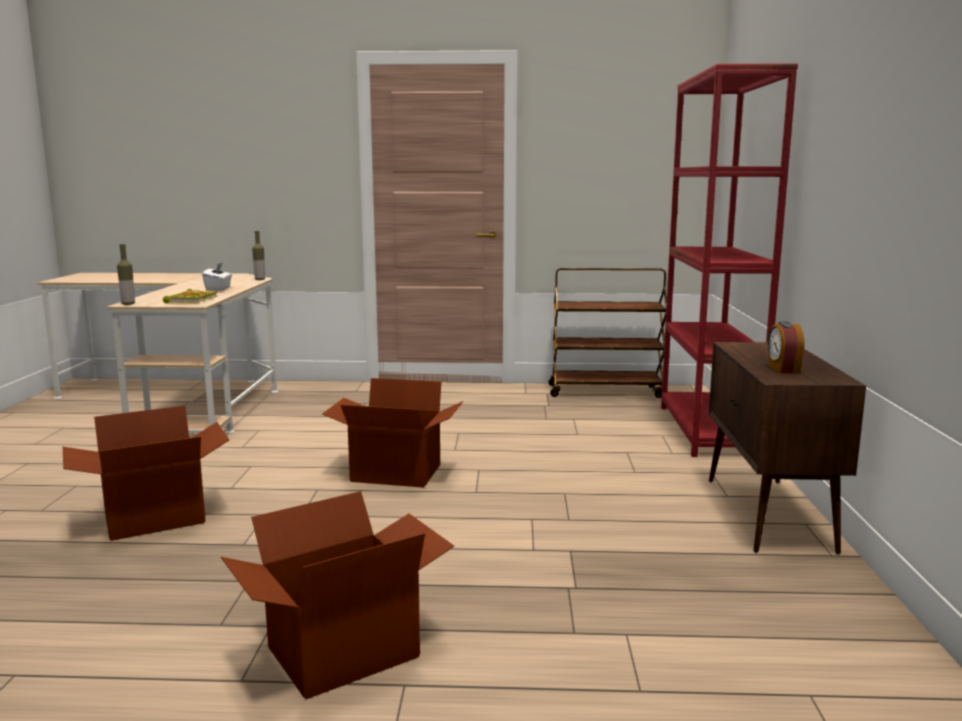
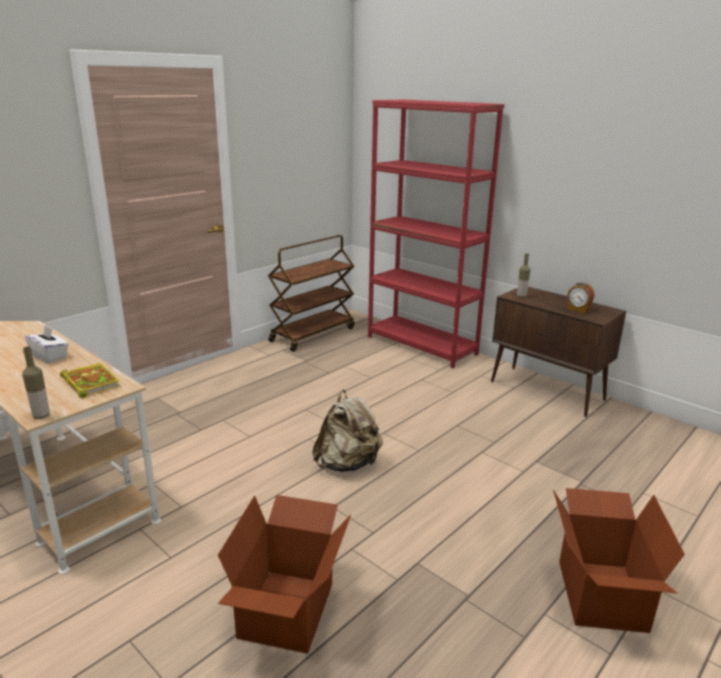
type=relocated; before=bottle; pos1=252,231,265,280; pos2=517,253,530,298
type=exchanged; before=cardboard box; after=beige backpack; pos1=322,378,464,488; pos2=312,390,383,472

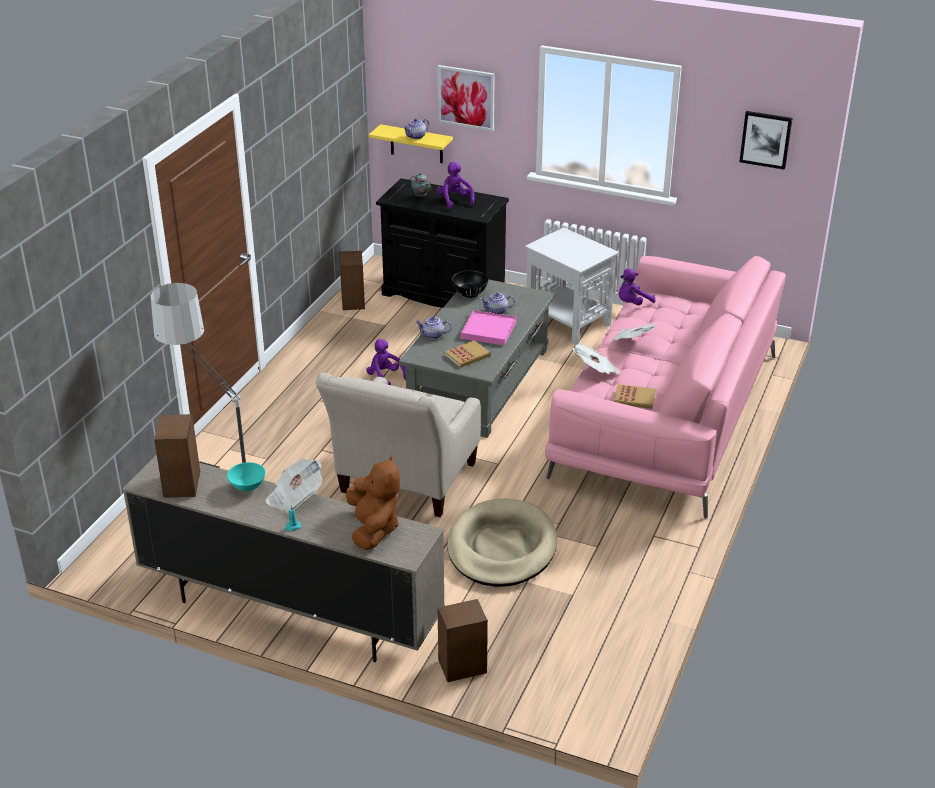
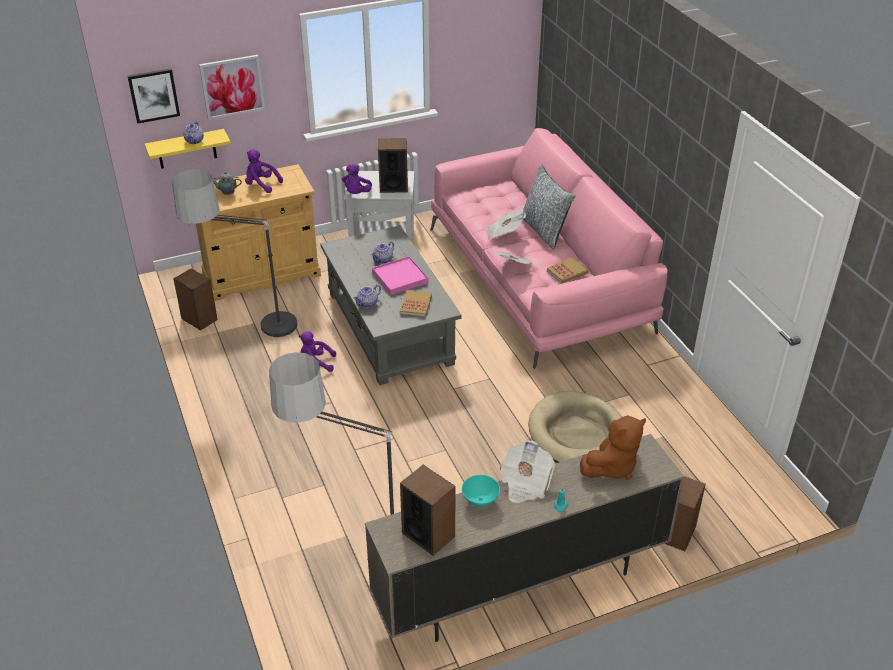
type=missing; before=beige armchair; pos1=316,373,481,517
type=spun; before=brown plush toy; pos1=346,456,400,550; pos2=580,415,646,479; turn=105
type=colour; before=black cabinet; after=beige cabinet; pos1=376,178,509,308; pos2=196,164,321,301
type=missing; before=black bowl; pos1=452,270,488,298
type=relocated; before=purple plush toy; pos1=619,269,656,305; pos2=342,164,372,194
type=relocated; before=picture; pos1=739,111,792,170; pos2=127,69,180,124
type=appeared; after=floor lamp; pos2=172,170,300,344
type=appeared; after=speaker; pos2=378,138,408,193
type=appeared; after=pillow; pos2=523,164,575,250

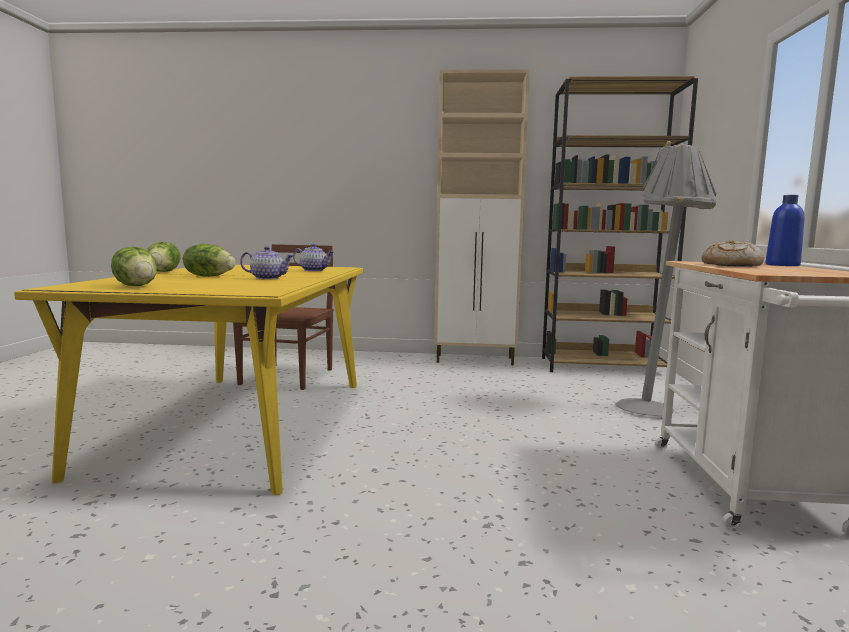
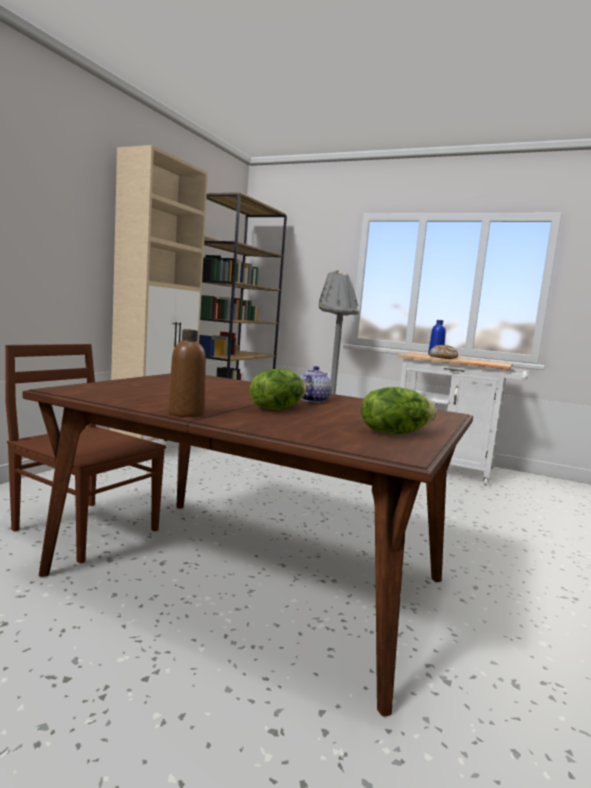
type=colour; before=yellow dining table; after=brown dining table; pos1=14,265,363,496; pos2=22,373,473,717
type=exchanged; before=lettuce; after=brown bottle; pos1=147,242,181,272; pos2=168,329,206,417
type=missing; before=teapot; pos1=293,244,334,271

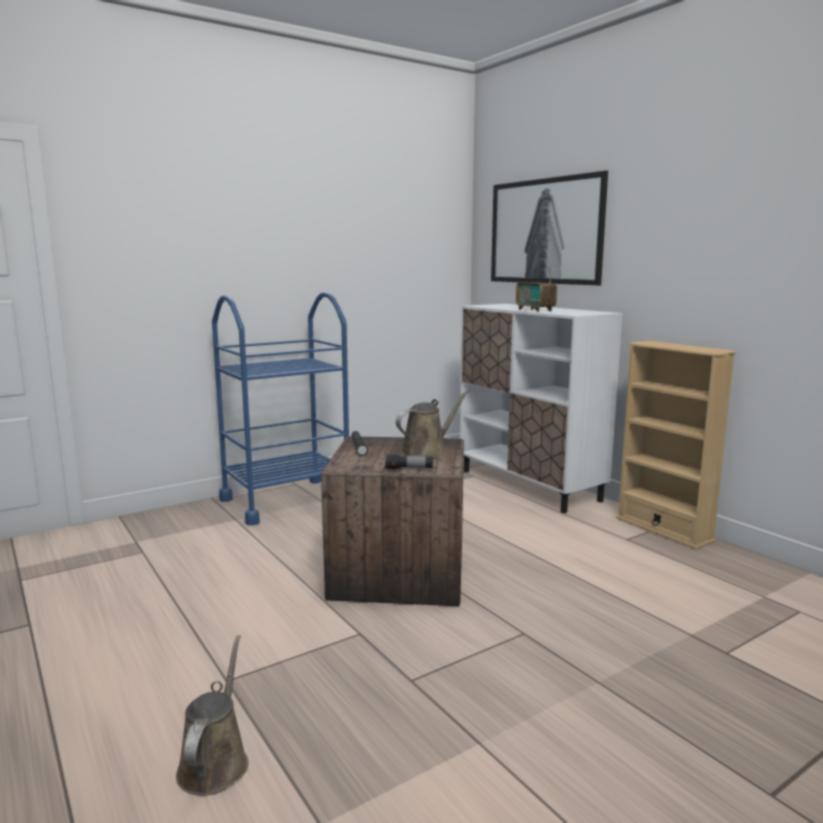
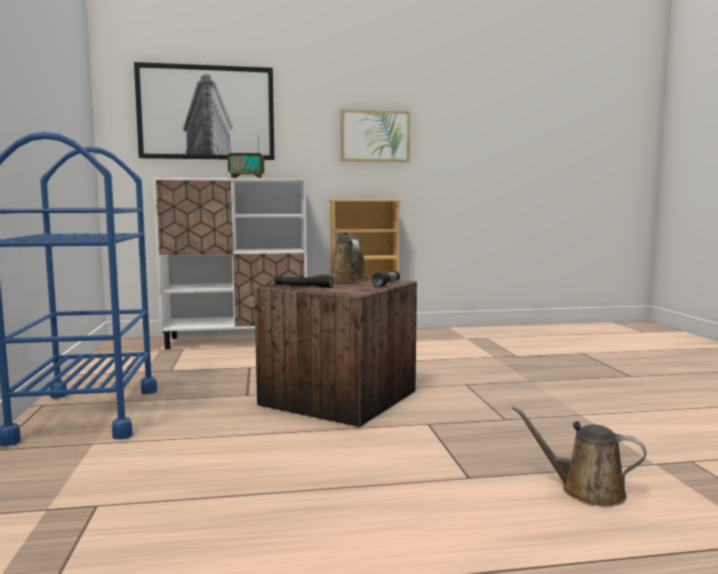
type=appeared; after=picture; pos2=341,109,410,162

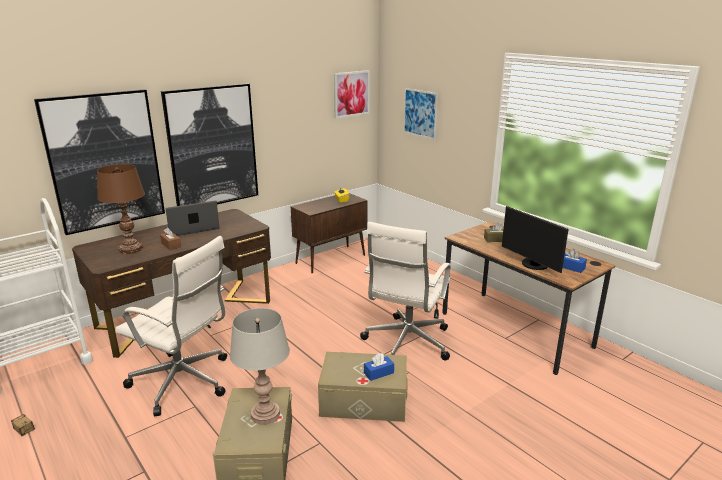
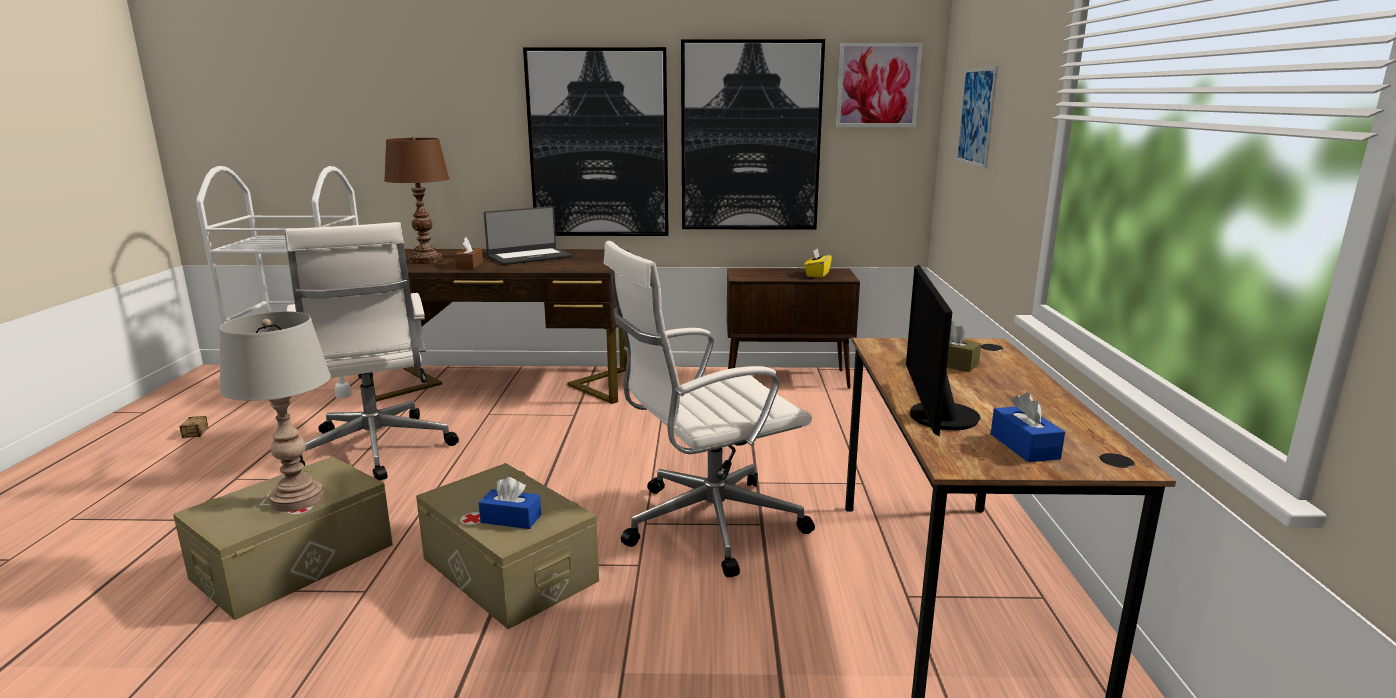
type=relocated; before=picture; pos1=34,89,165,235; pos2=681,39,825,230
type=spun; before=laptop; pos1=165,201,219,236; pos2=484,206,572,265; turn=135

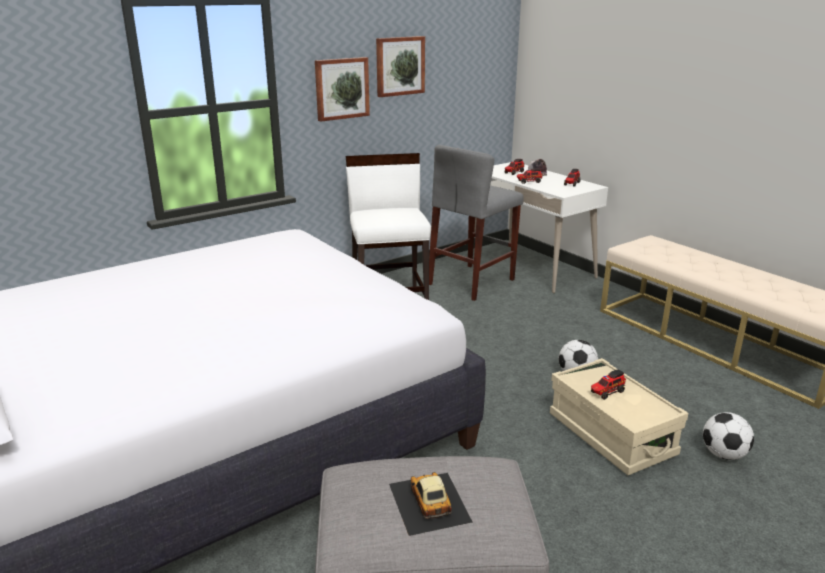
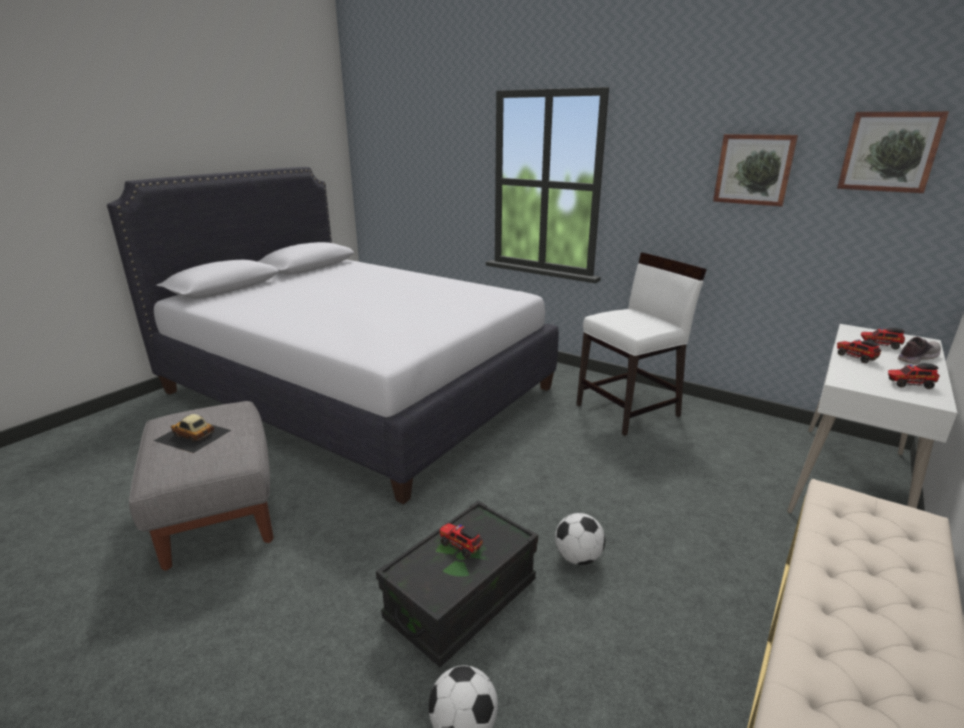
type=relocated; before=picture; pos1=315,57,370,122; pos2=837,111,949,193
type=spun; before=toy car; pos1=389,472,472,536; pos2=154,414,231,453; turn=-120
type=missing; before=grey stool; pos1=429,145,524,301
type=colour; before=beige storage box; after=black storage box; pos1=550,358,688,475; pos2=376,501,538,667

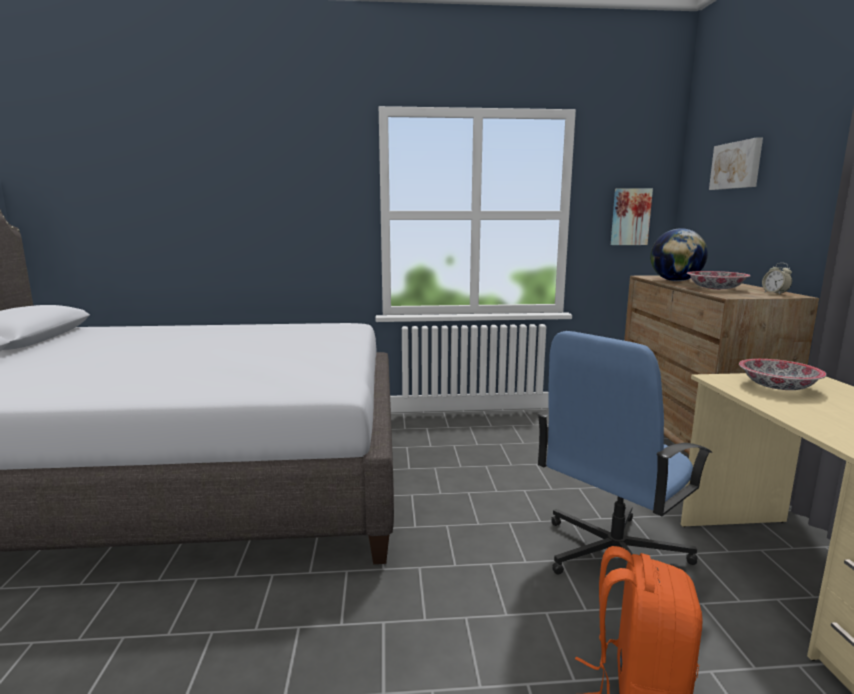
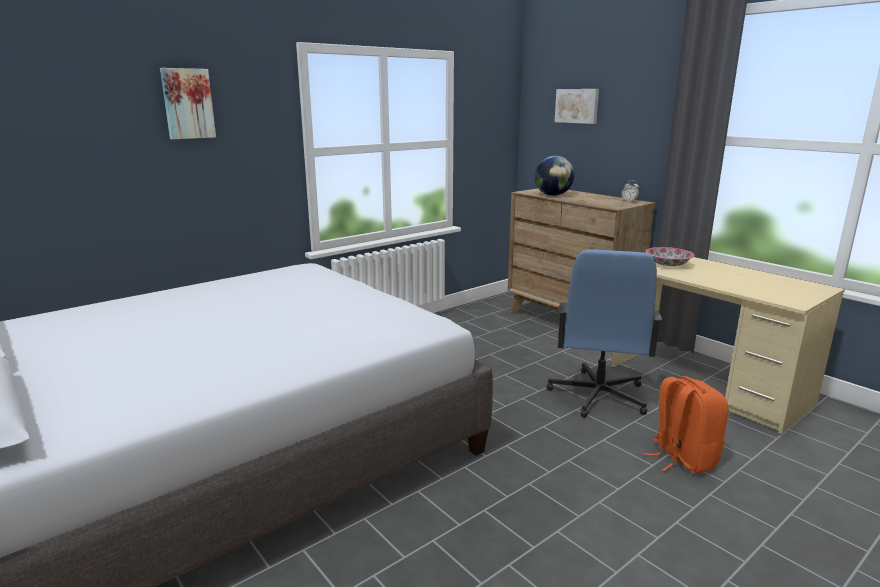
type=relocated; before=picture; pos1=611,188,653,245; pos2=160,68,216,139
type=missing; before=bowl; pos1=687,271,750,290

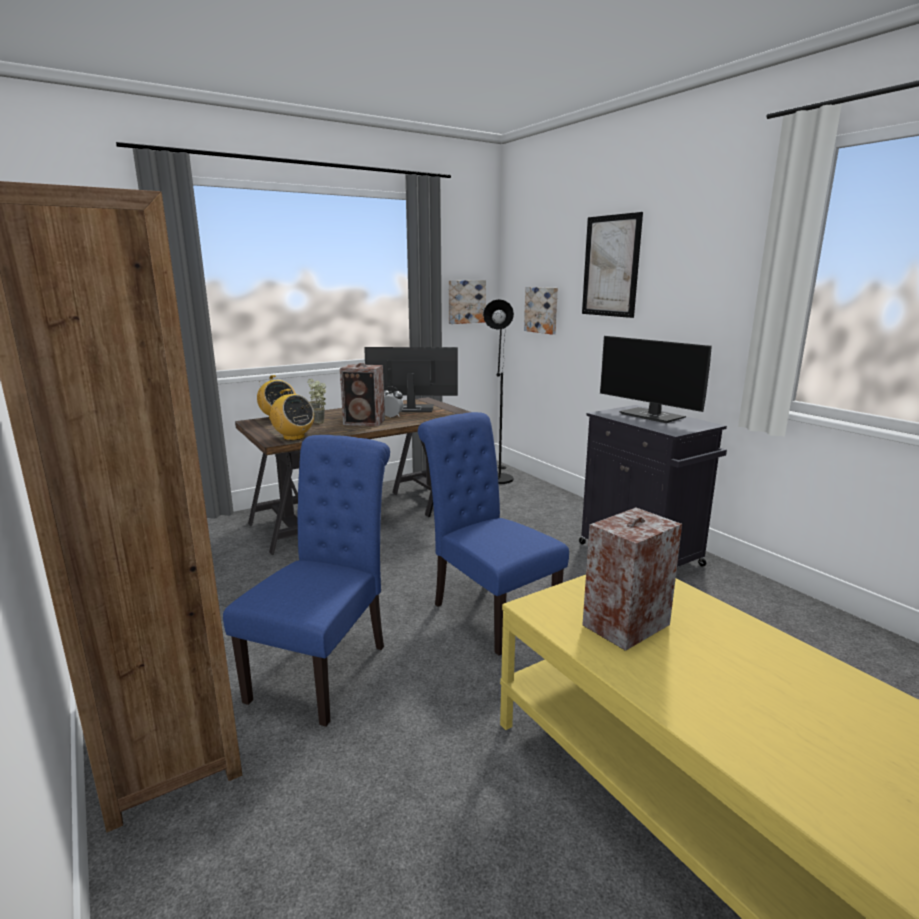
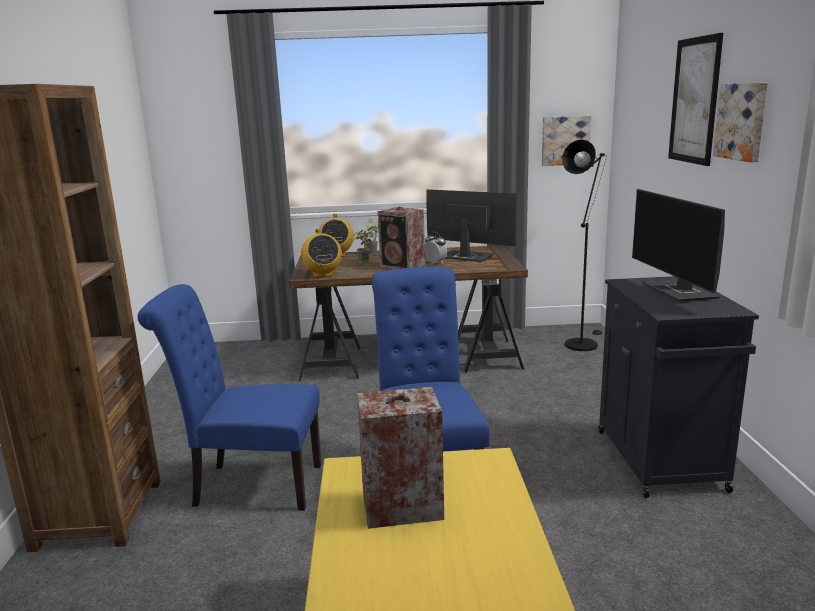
type=spun; before=blue chair; pos1=223,435,390,726; pos2=137,284,321,511; turn=-135
type=relocated; before=picture; pos1=524,287,558,334; pos2=713,82,768,162

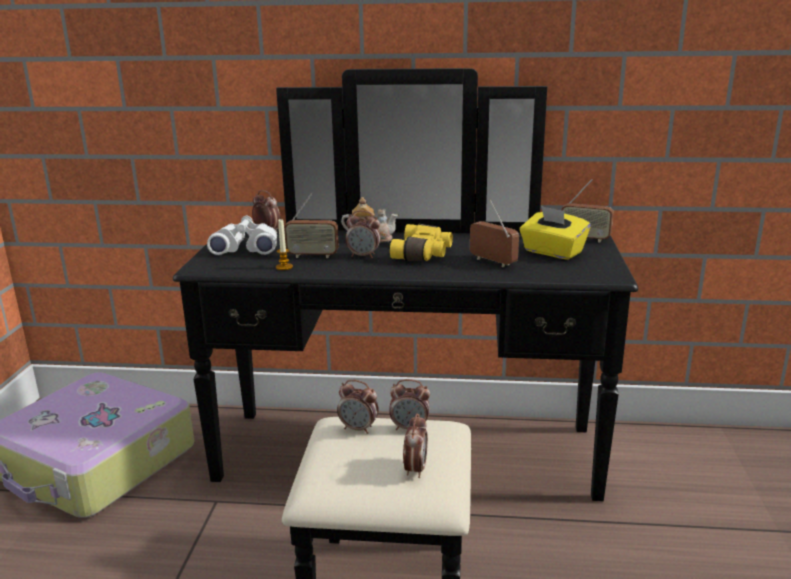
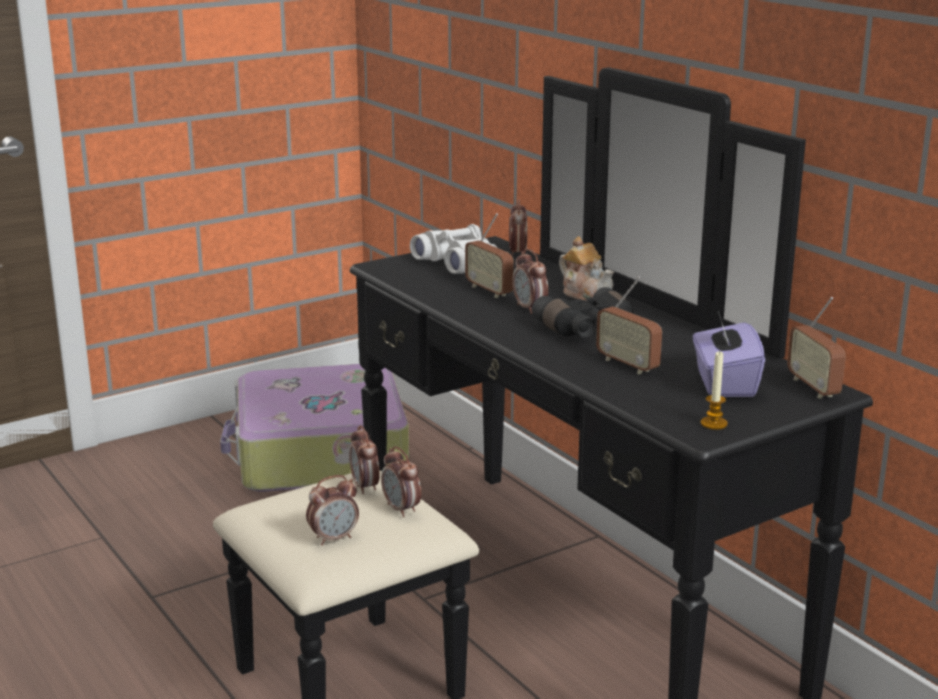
type=relocated; before=candle; pos1=276,219,293,270; pos2=701,351,728,430
type=colour; before=yellow binoculars; after=black binoculars; pos1=390,224,453,261; pos2=532,287,633,338
type=spun; before=radio; pos1=470,200,519,267; pos2=596,276,662,374; turn=135
type=colour; before=yellow tissue box; after=purple tissue box; pos1=520,206,591,260; pos2=693,311,765,397

